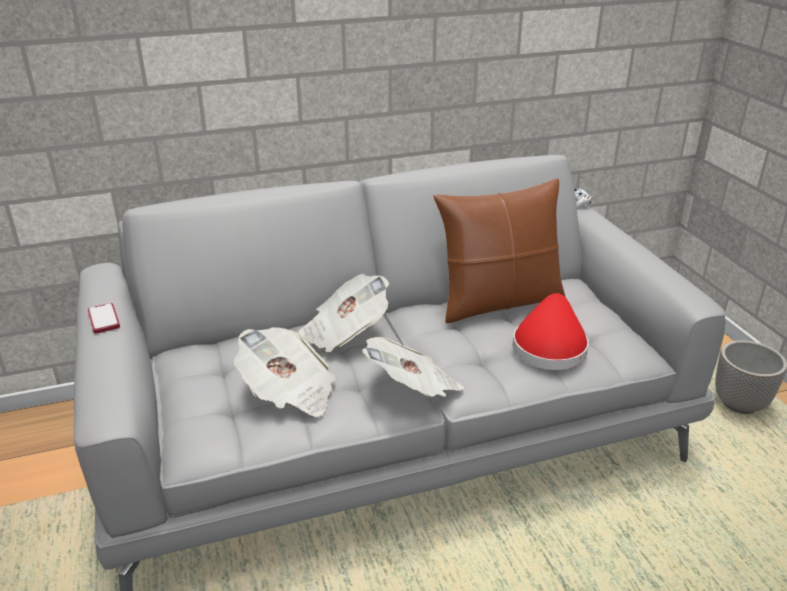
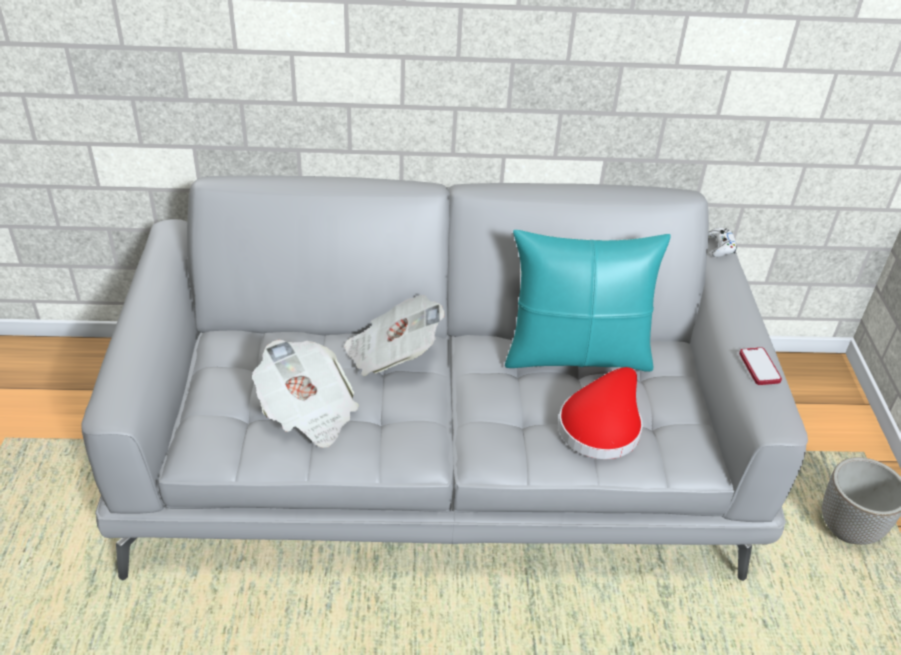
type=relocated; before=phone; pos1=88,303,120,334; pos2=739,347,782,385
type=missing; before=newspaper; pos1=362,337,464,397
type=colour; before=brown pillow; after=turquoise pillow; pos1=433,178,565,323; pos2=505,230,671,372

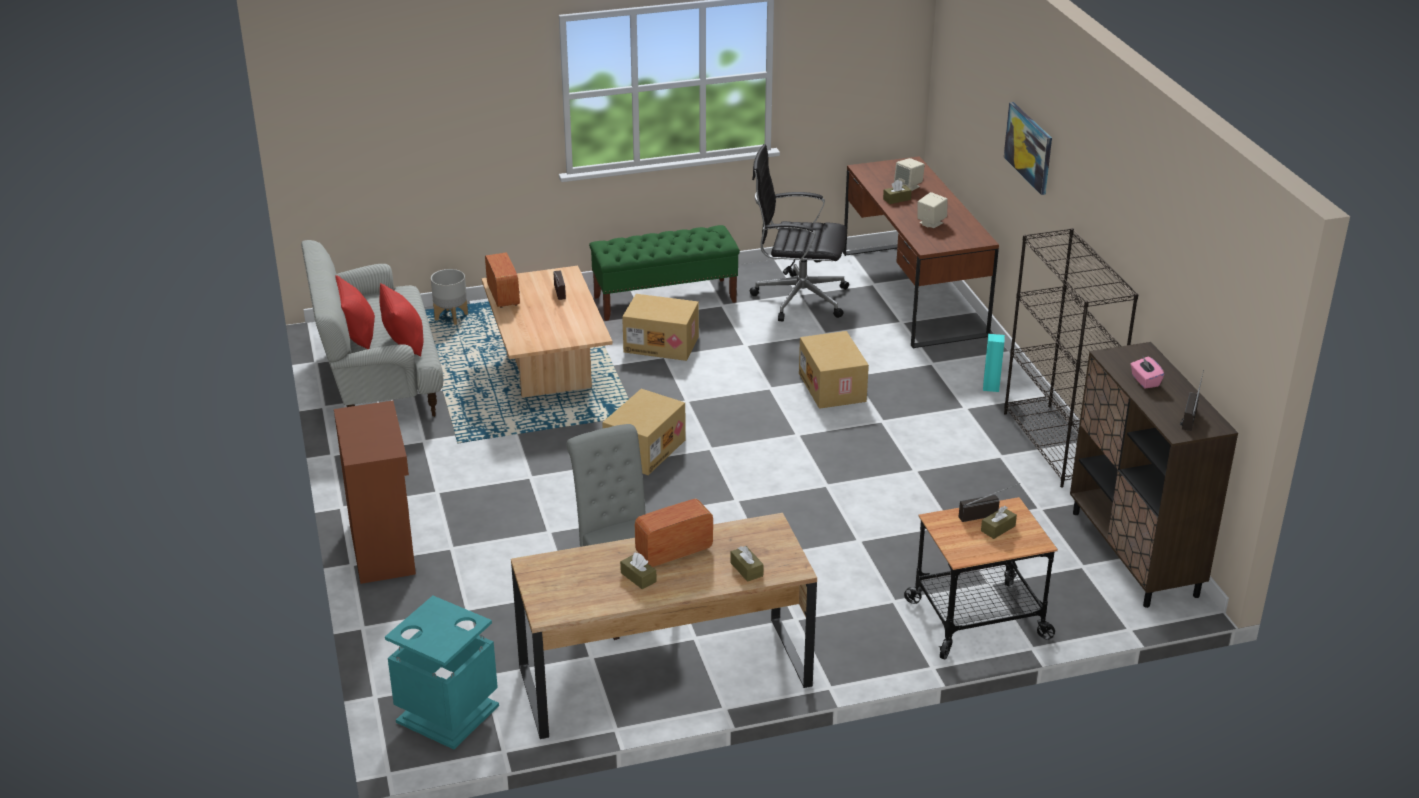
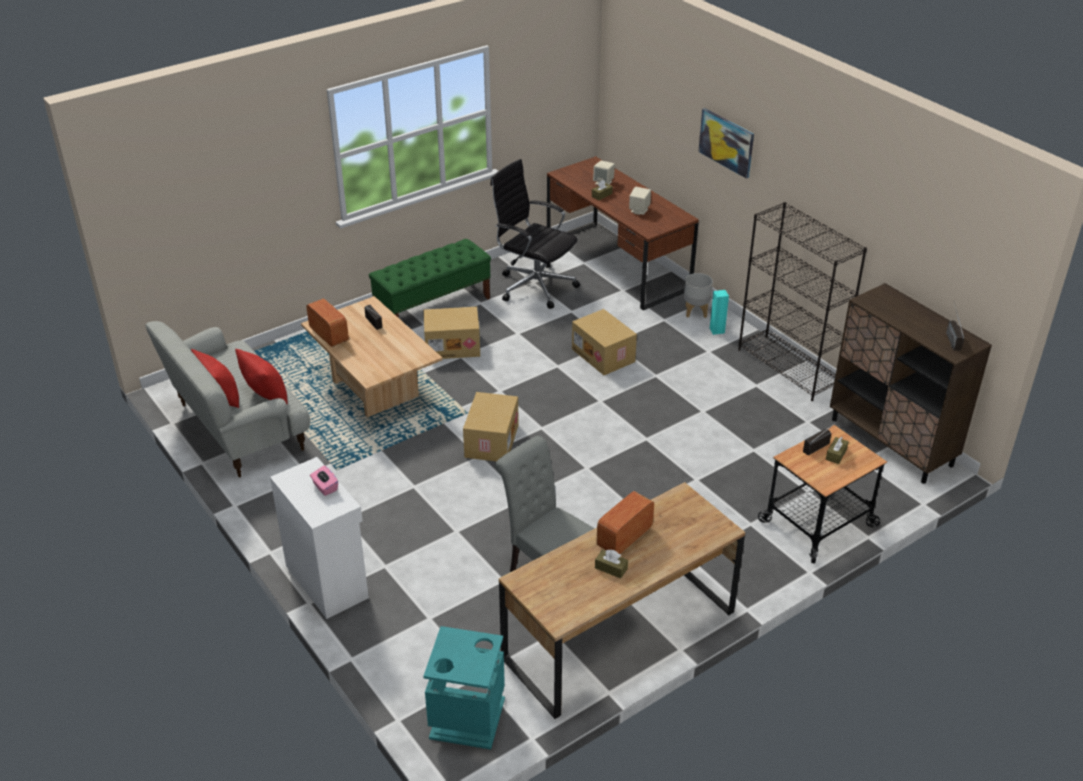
type=colour; before=brown cabinet; after=white cabinet; pos1=334,401,416,584; pos2=270,457,369,619
type=relocated; before=grey planter; pos1=431,269,468,325; pos2=684,273,713,318
type=missing; before=brown tissue box; pos1=731,546,764,582
type=spun; before=black office chair; pos1=750,144,849,321; pos2=490,159,580,309; turn=45
type=relocated; before=pink tissue box; pos1=1130,357,1165,389; pos2=310,465,338,496

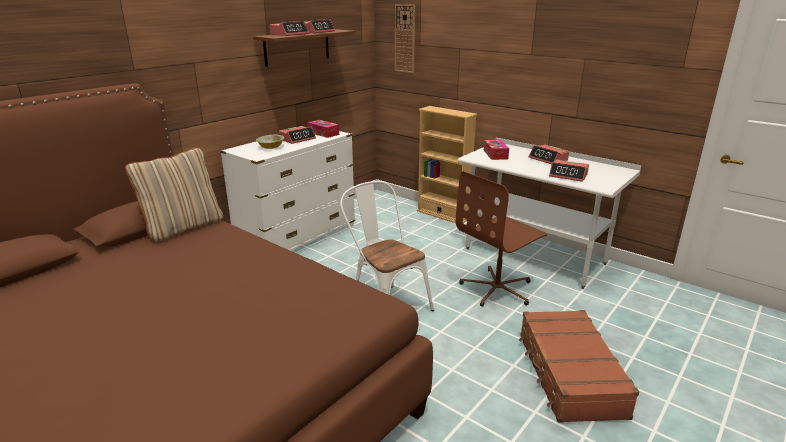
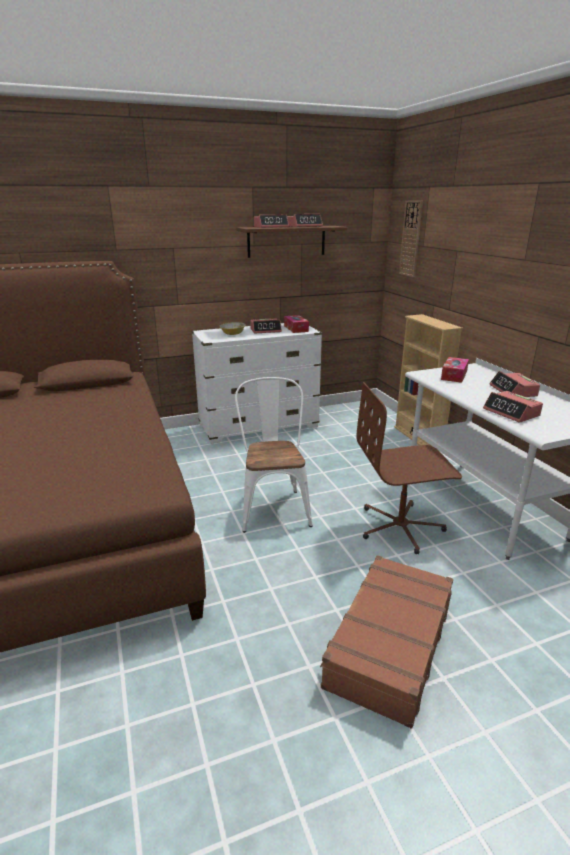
type=missing; before=beige pillow; pos1=125,148,223,242

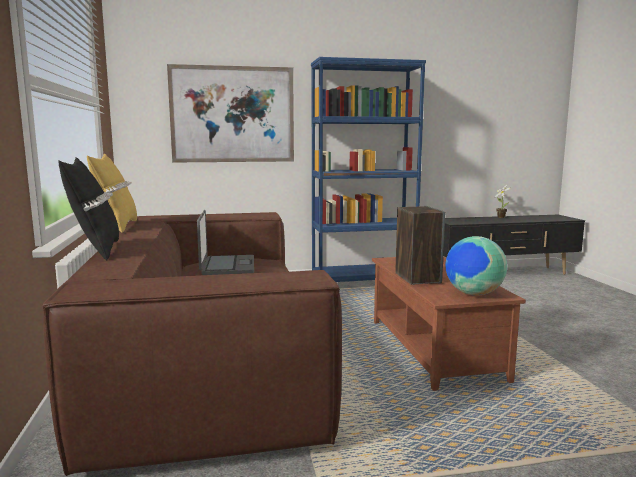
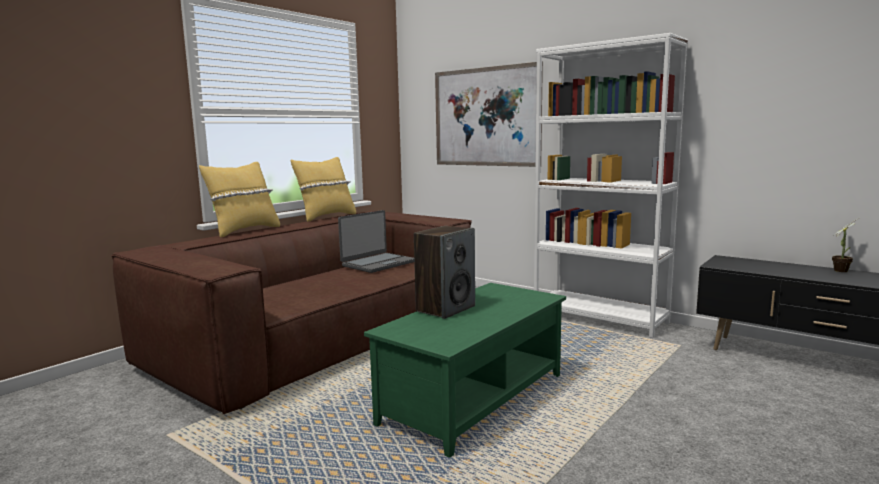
type=colour; before=black pillow; after=yellow pillow; pos1=59,157,119,260; pos2=199,162,280,238
type=colour; before=blue bookcase; after=white bookcase; pos1=311,57,426,282; pos2=534,33,688,338
type=colour; before=brown coffee table; after=green coffee table; pos1=372,257,526,391; pos2=364,283,566,458
type=missing; before=globe; pos1=445,236,507,295

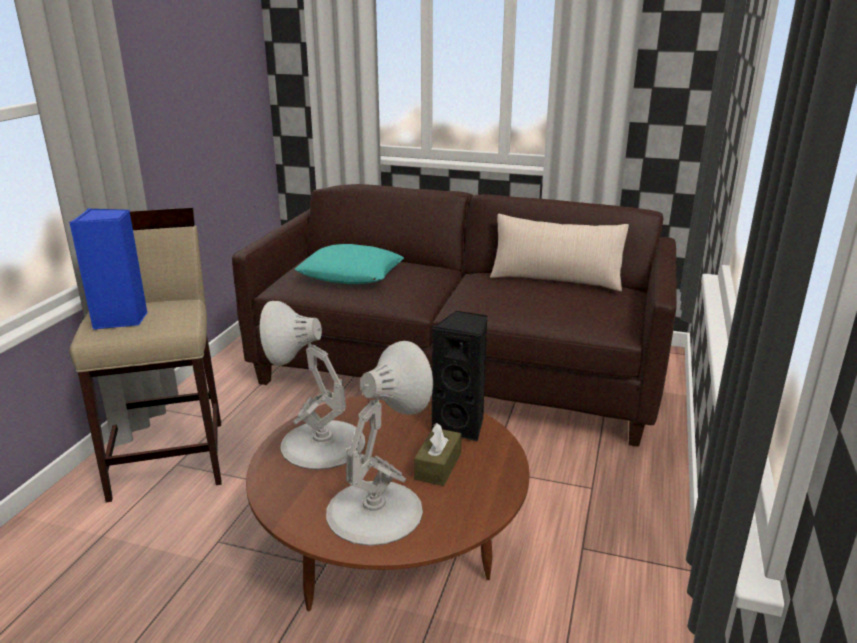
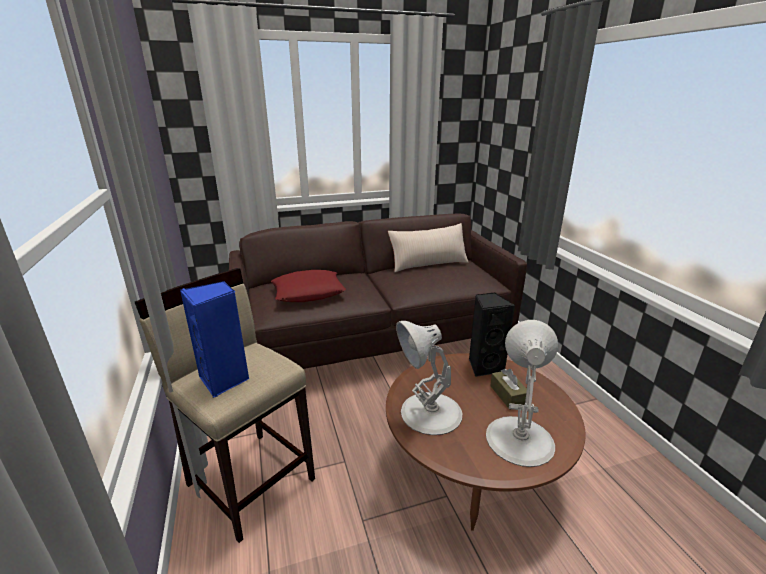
type=colour; before=turquoise pillow; after=red pillow; pos1=295,244,404,284; pos2=271,270,346,302

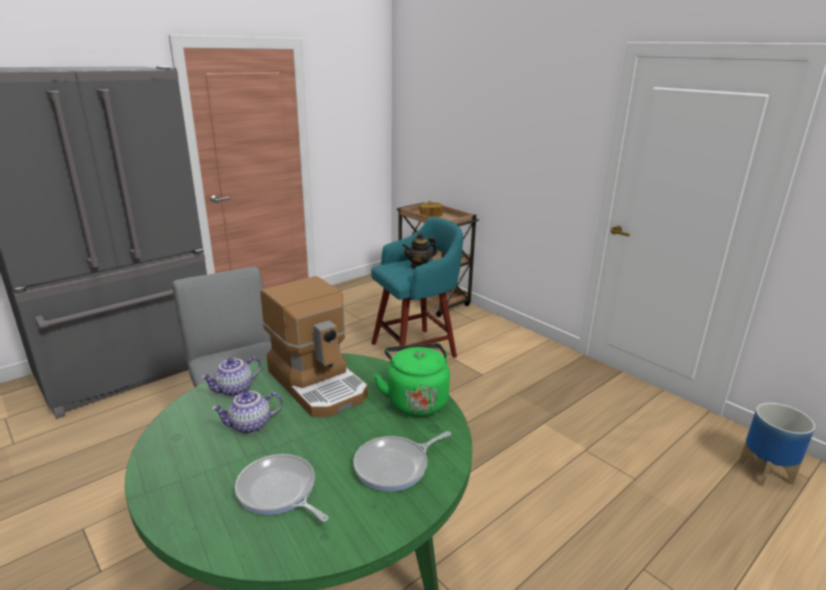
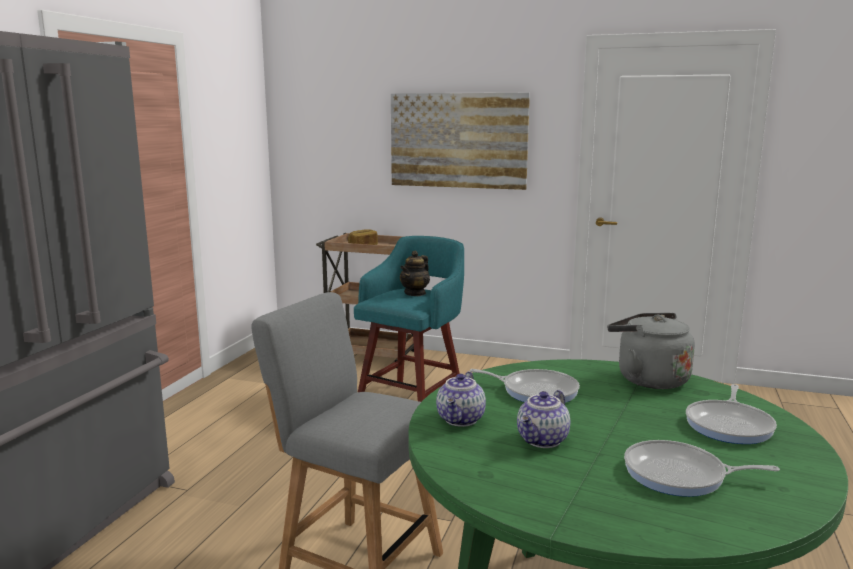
type=exchanged; before=coffee machine; after=frying pan; pos1=260,276,368,417; pos2=470,369,580,403
type=colour; before=green kettle; after=grey kettle; pos1=374,343,450,417; pos2=607,313,695,389
type=missing; before=planter; pos1=738,403,815,487
type=appeared; after=picture; pos2=391,93,530,190

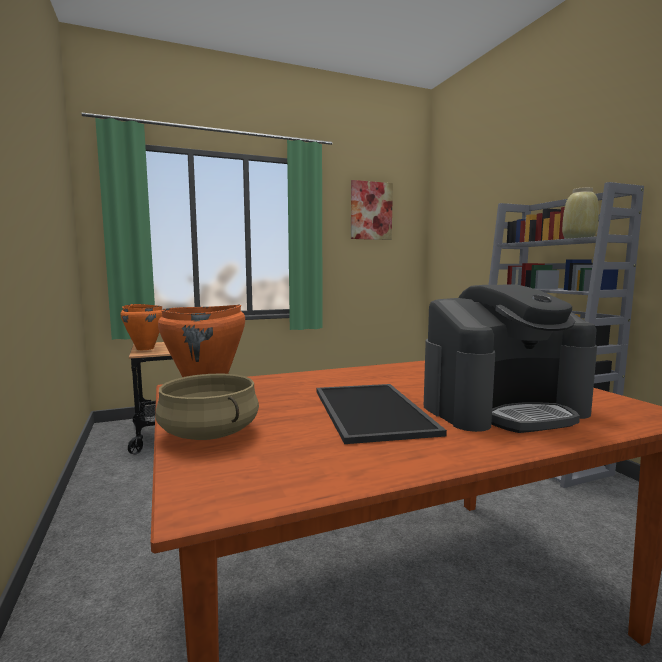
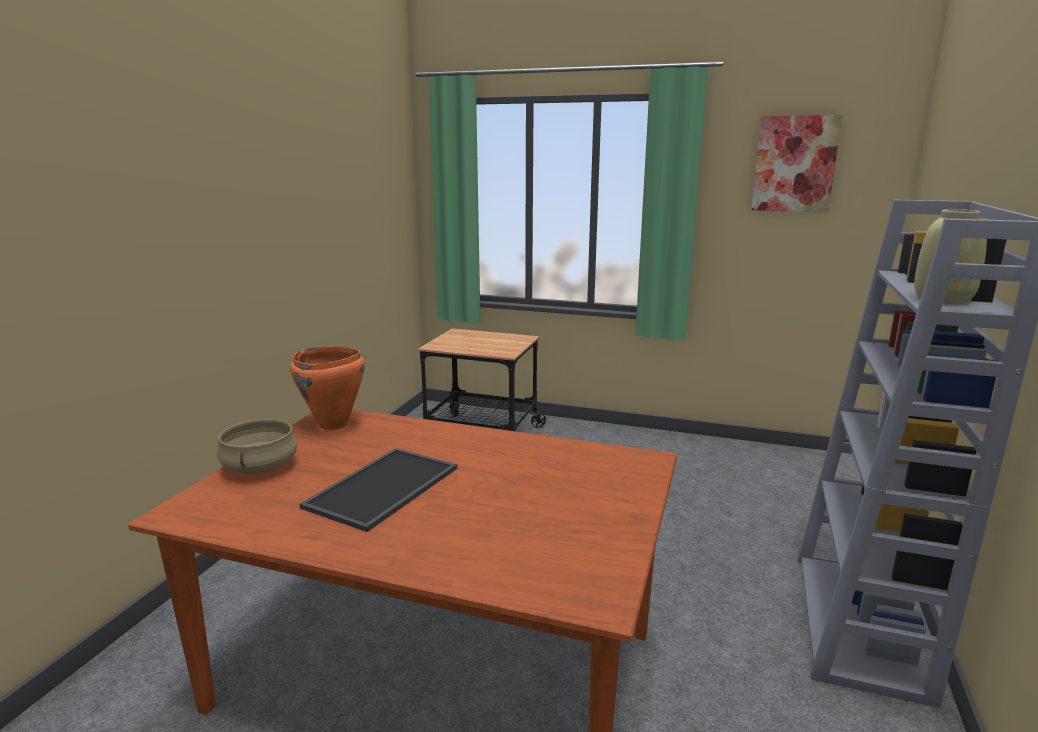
type=missing; before=orange cooking pot; pos1=121,304,162,350
type=missing; before=coffee machine; pos1=424,284,597,433

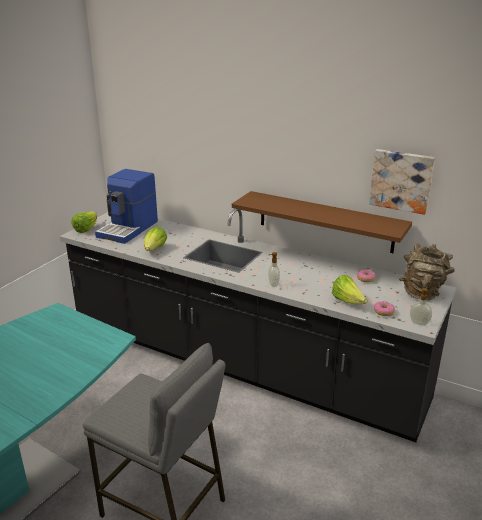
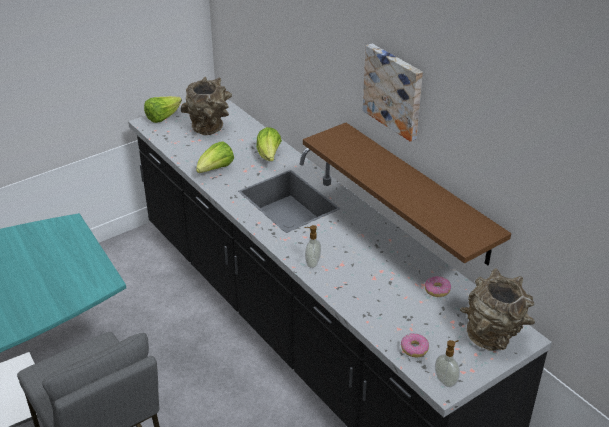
type=exchanged; before=coffee machine; after=brown vase; pos1=95,169,158,244; pos2=181,77,232,136
type=relocated; before=lettuce; pos1=332,275,367,304; pos2=256,127,282,161
type=relocated; before=picture; pos1=369,149,435,215; pos2=363,44,423,142

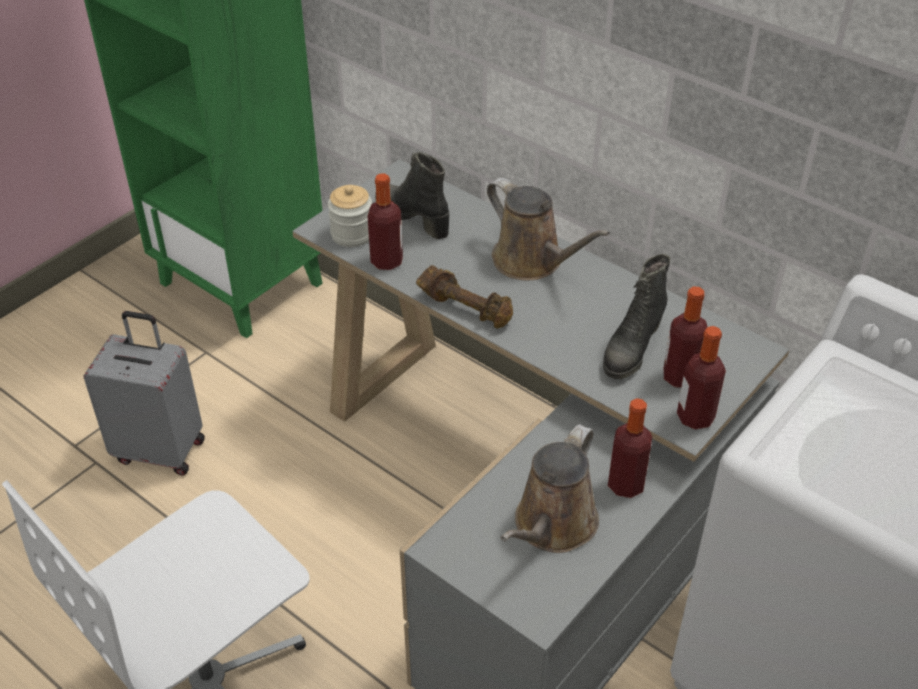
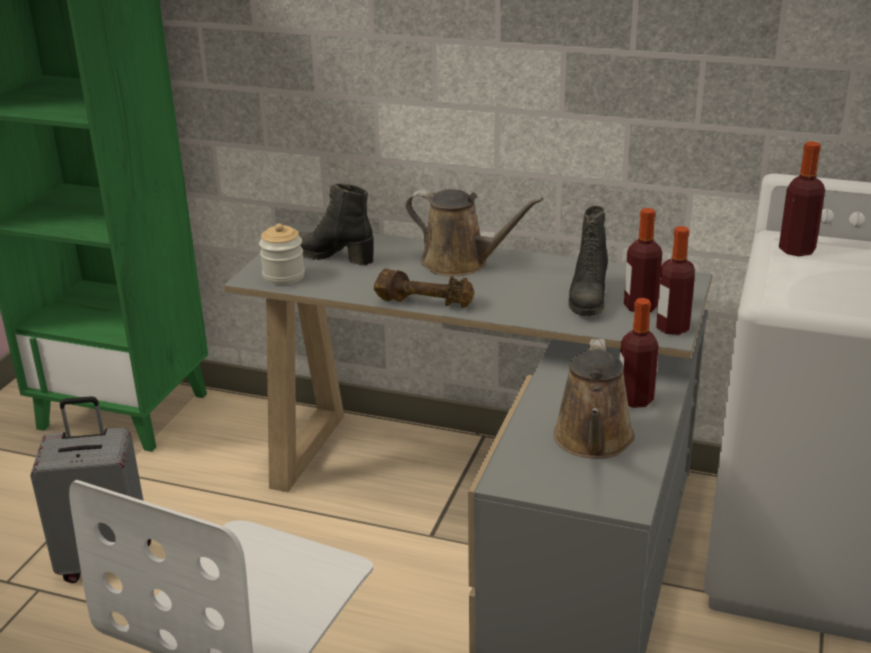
type=relocated; before=bottle; pos1=368,173,403,270; pos2=779,141,825,256

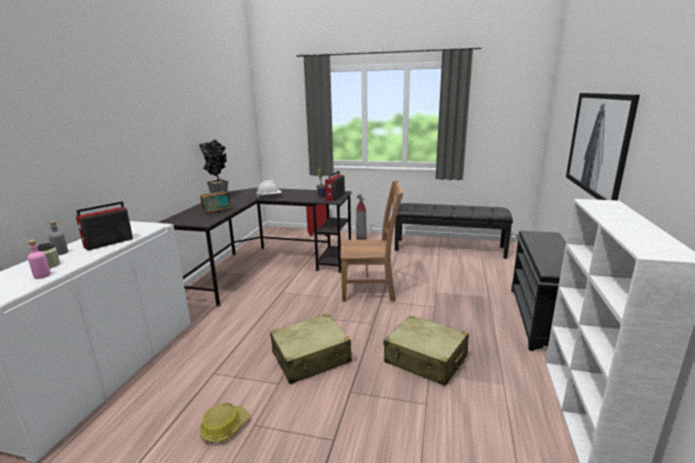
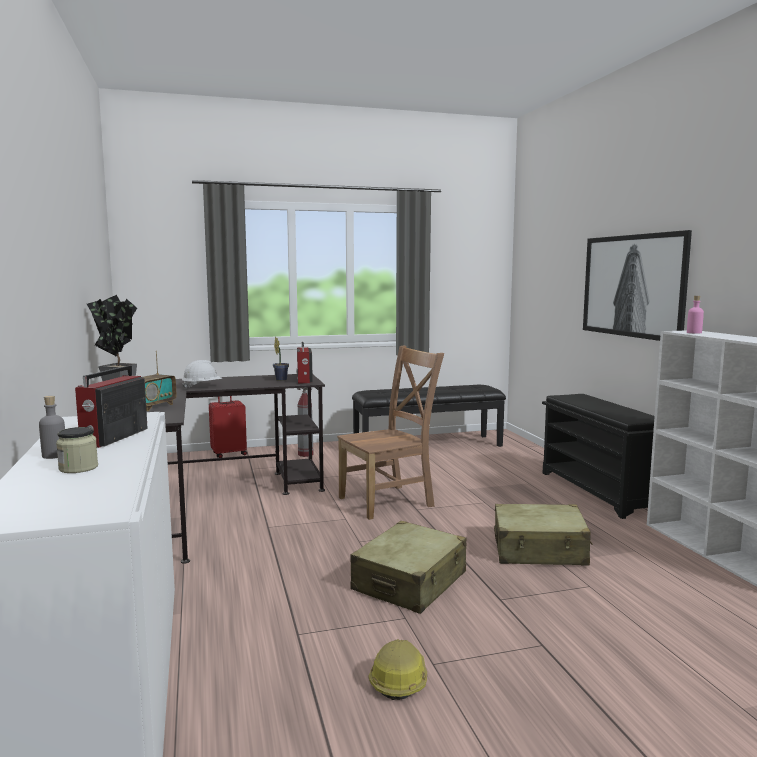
type=relocated; before=pink bottle; pos1=28,240,51,279; pos2=687,296,704,334

